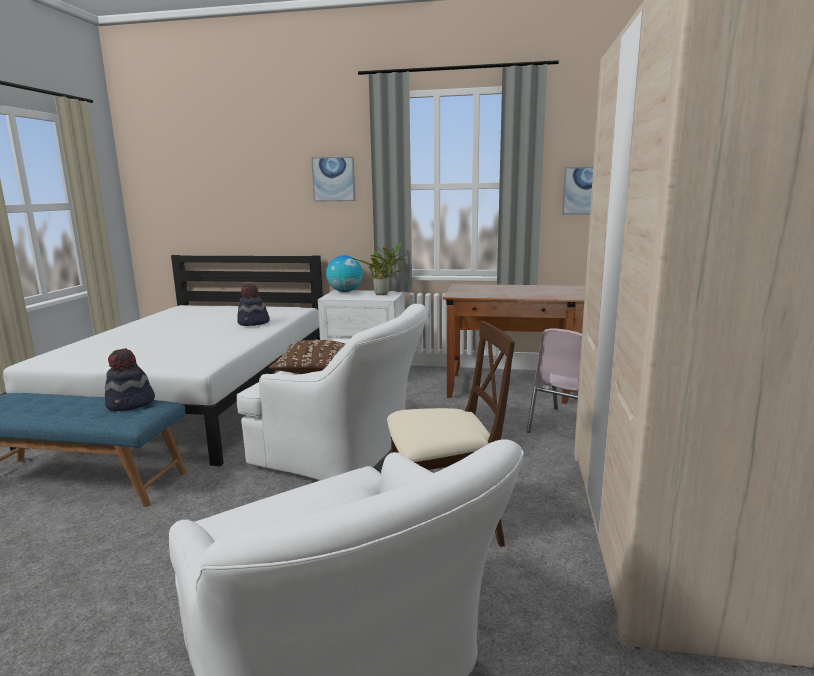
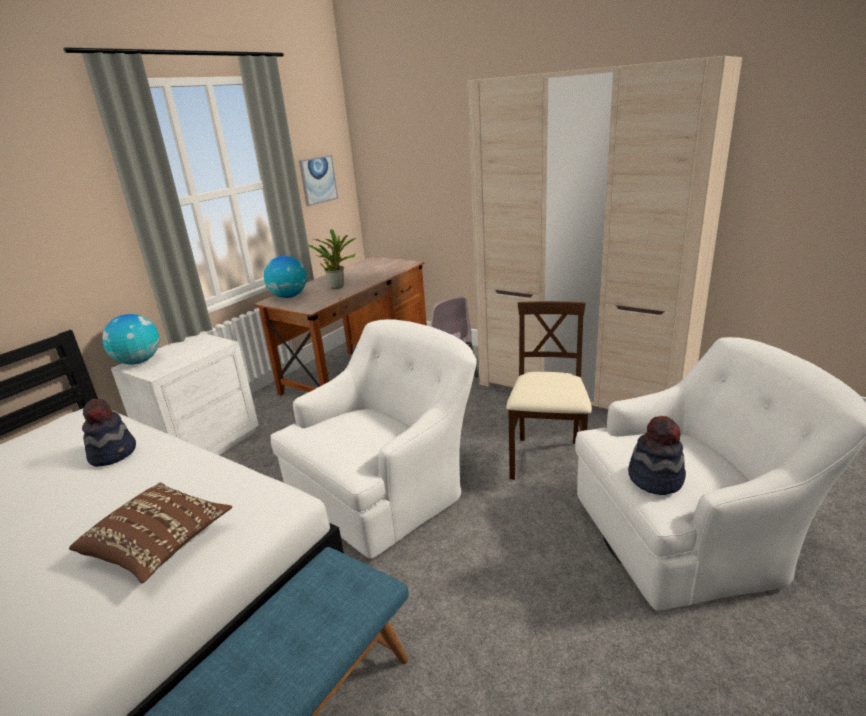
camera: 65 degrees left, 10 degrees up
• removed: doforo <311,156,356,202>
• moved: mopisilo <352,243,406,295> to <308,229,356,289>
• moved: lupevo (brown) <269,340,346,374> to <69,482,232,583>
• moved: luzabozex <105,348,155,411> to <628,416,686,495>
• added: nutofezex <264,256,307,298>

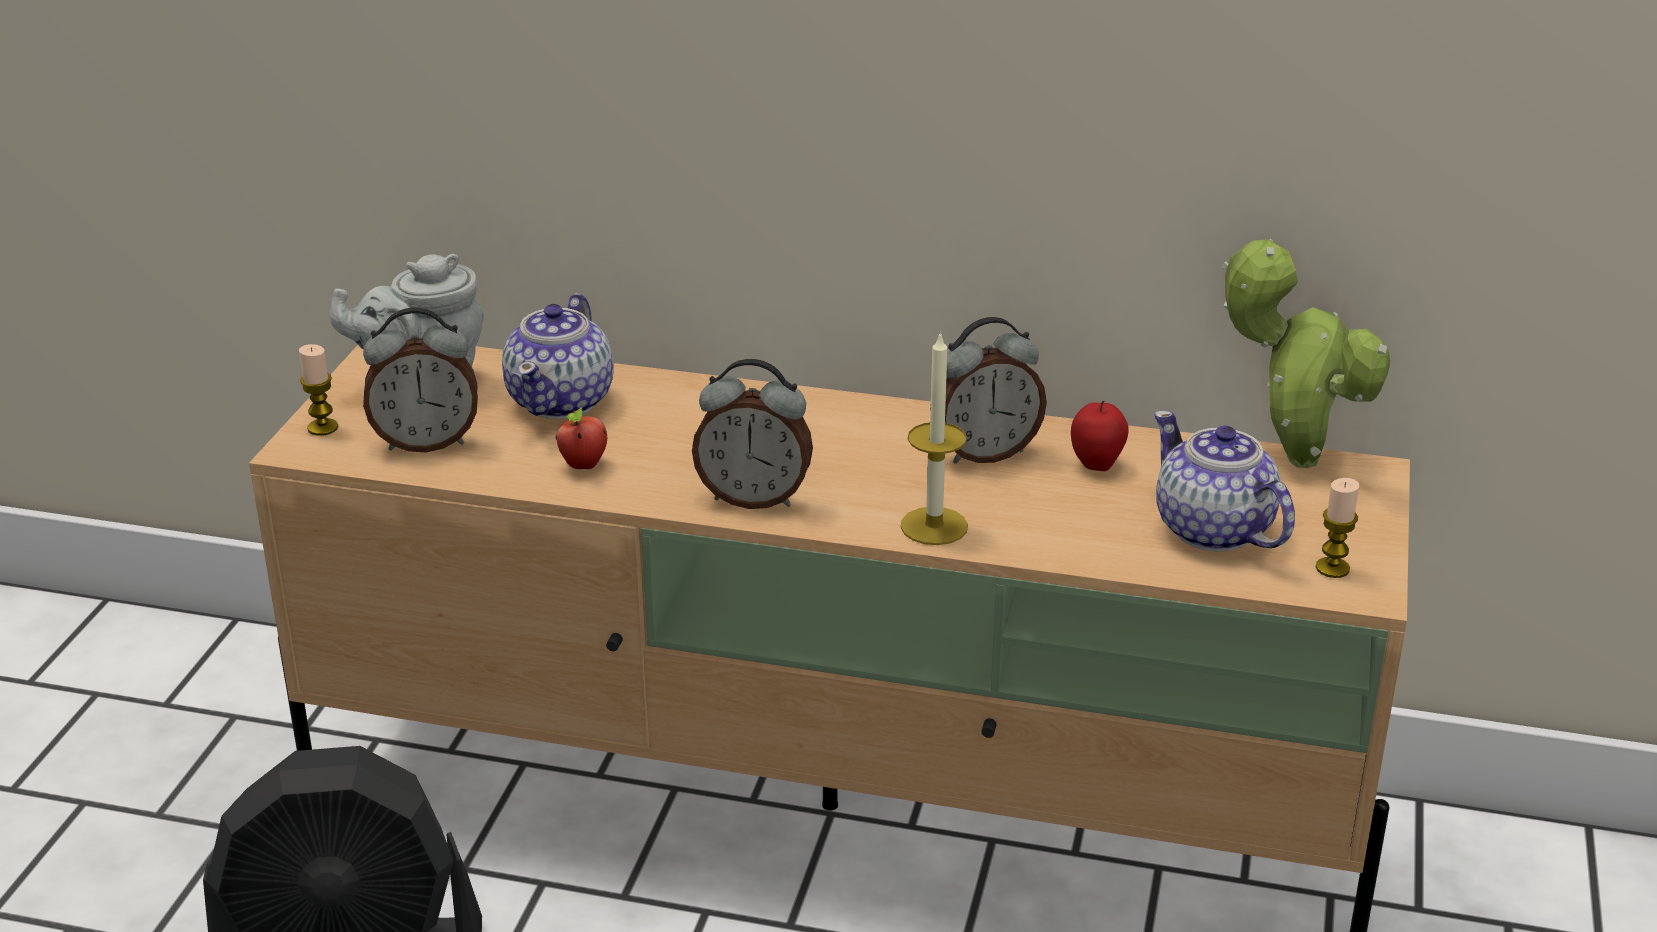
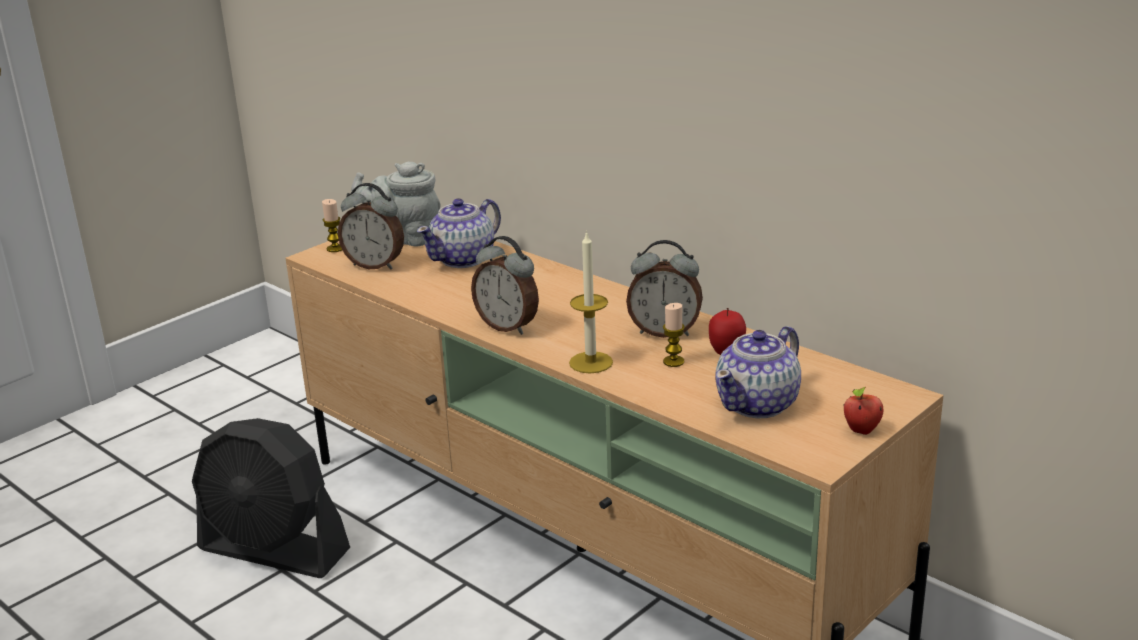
camera: 30 degrees right, 5 degrees down
• removed: mopisilo <1221,238,1390,468>
• moved: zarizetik <555,407,607,469> to <843,387,883,435>
• turned: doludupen <1154,411,1295,552> = <715,326,801,418> 135 degrees counterclockwise
• moved: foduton <1316,478,1360,578> to <663,303,685,367>

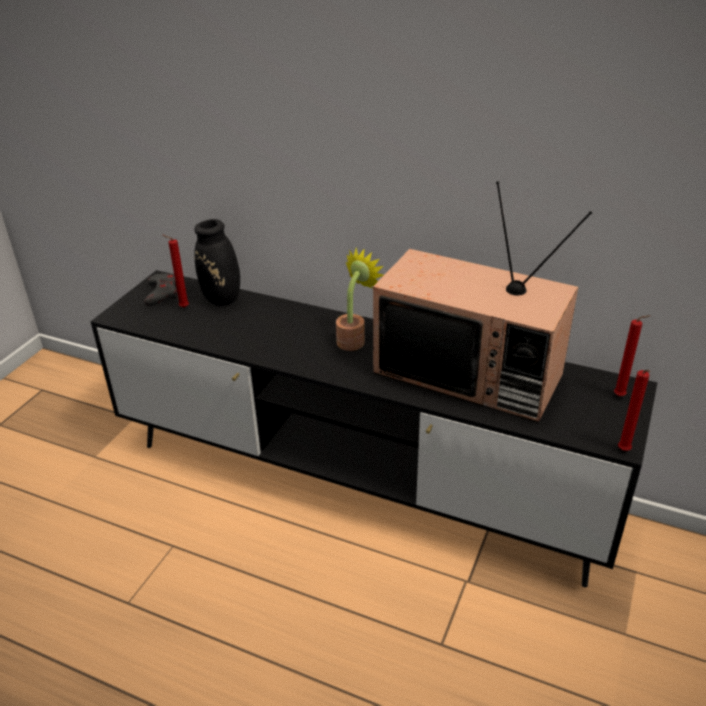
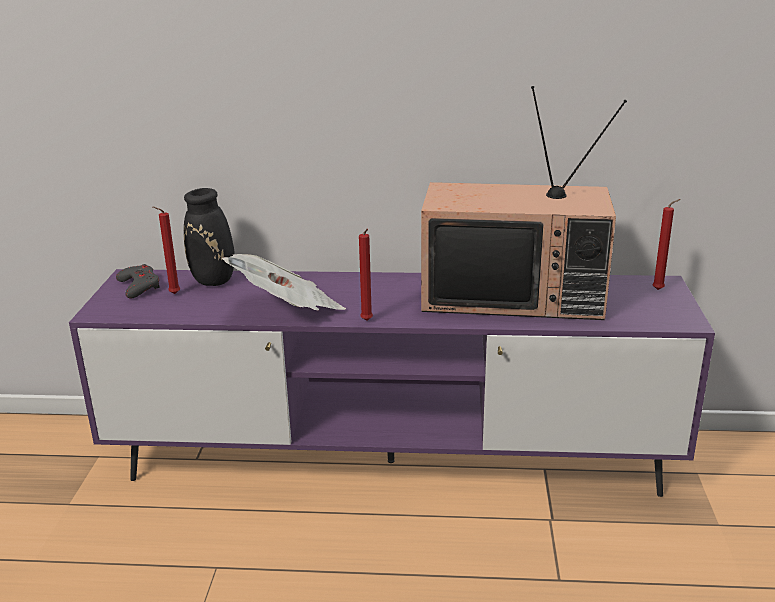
camera: 20 degrees left, 10 degrees down
• removed: mopisilo <336,247,384,351>
• recoloured: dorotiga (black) <90,270,658,588> to dorotiga (purple) <69,269,715,497>
• moved: foduton (red) <618,370,650,451> to <359,229,373,321>
• added: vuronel <222,254,346,311>

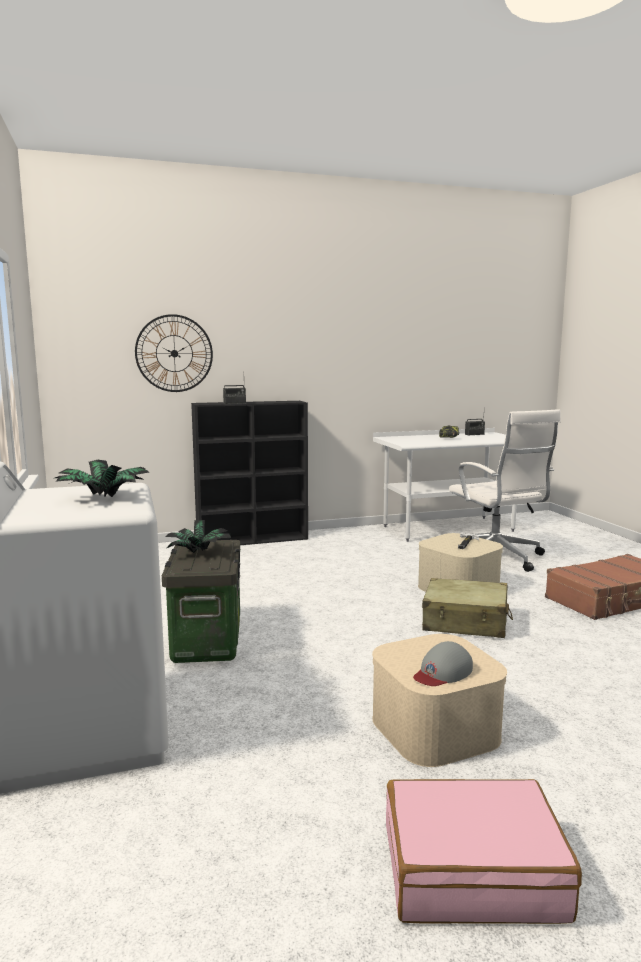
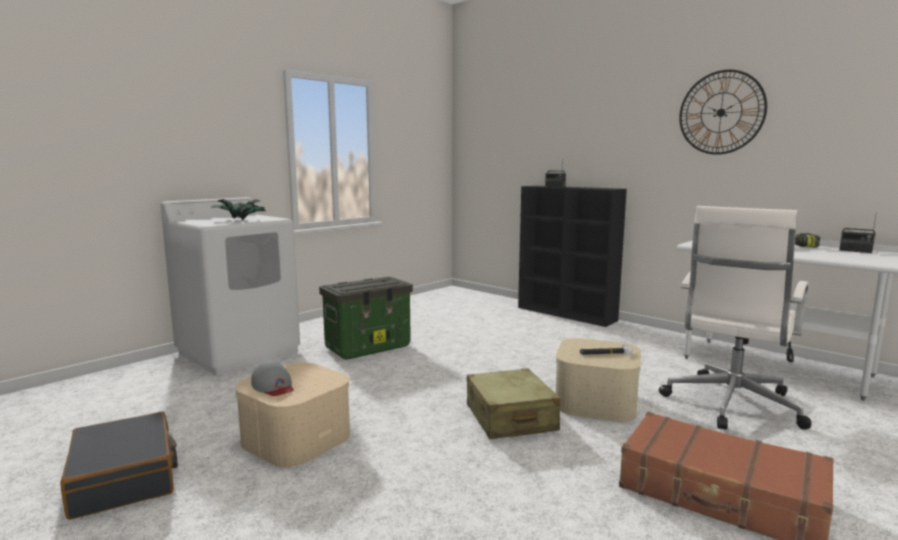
camera: 60 degrees right, 0 degrees up
• moved: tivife <135,314,213,392> to <679,70,767,155>
• removed: mopisilo <165,520,232,553>
• turned: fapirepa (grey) <413,641,473,686> = <251,361,293,396> 150 degrees counterclockwise
• recoloured: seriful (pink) <386,779,582,924> to seriful (black) <61,412,178,520>

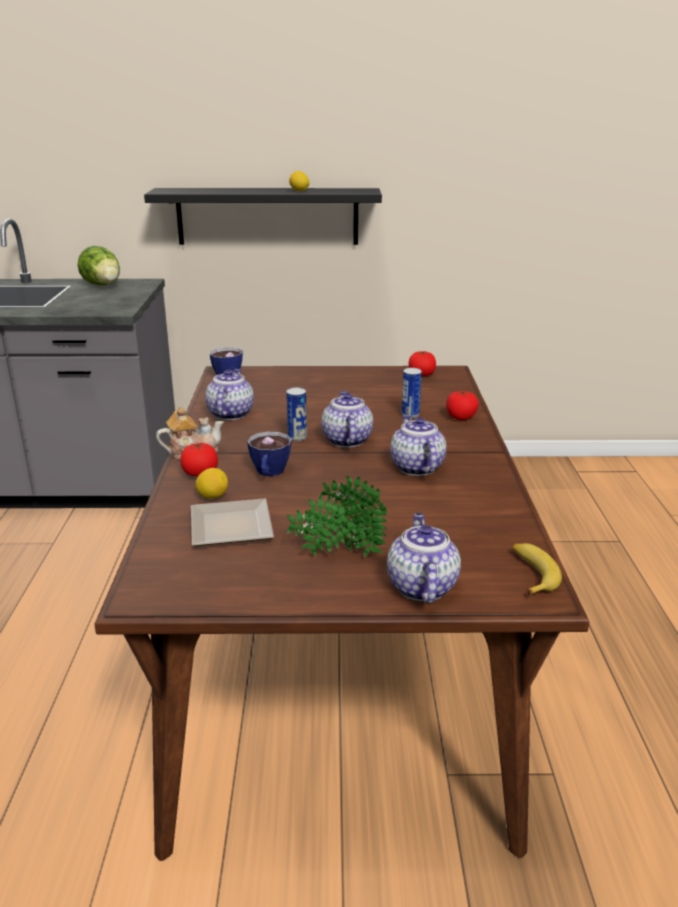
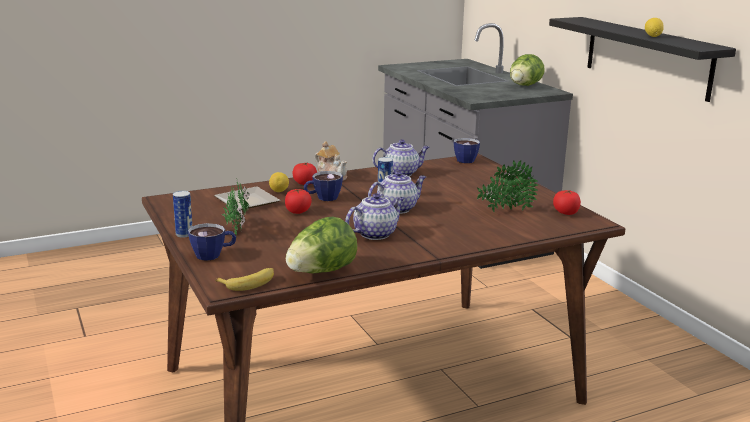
camera: 65 degrees right, 5 degrees down
• moved: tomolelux <402,368,422,418> to <173,191,192,238>
• moved: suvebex <446,391,479,420> to <285,188,312,214>
• replaced: doludupen <387,513,461,604> to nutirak <188,223,236,261>
• added: mopisilo <477,160,538,213>
• added: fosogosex <286,217,357,273>

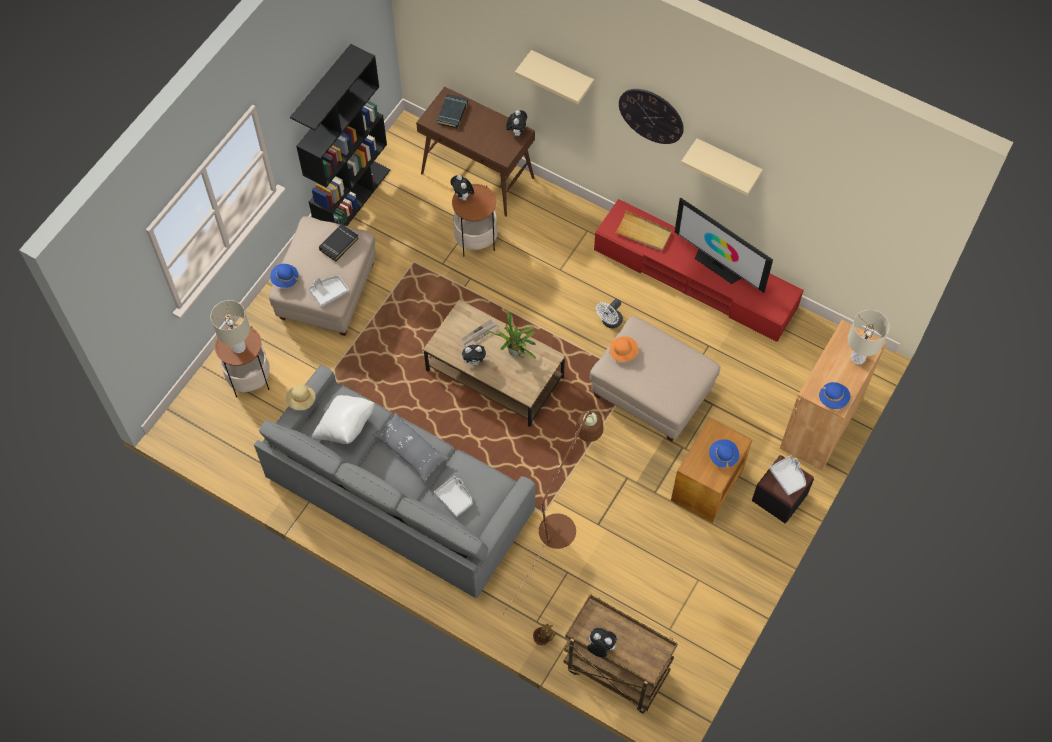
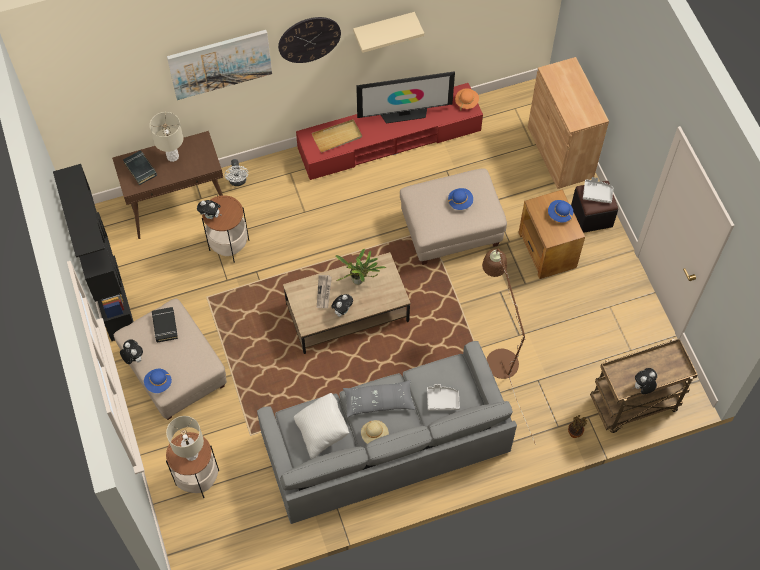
camera: 50 degrees left, 0 degrees up
• replaced: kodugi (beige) <515,50,594,105> to doforo <167,30,272,100>
• moved: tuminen <506,110,527,136> to <120,339,143,364>
• removed: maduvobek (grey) <309,276,349,307>
• moved: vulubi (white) <596,299,623,329> to <225,159,248,186>
• moved: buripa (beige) <848,310,890,364> to <150,112,183,162>
• moved: luzabozex (orange) <609,337,638,362> to <455,89,479,111>
• moved: luzabozex (blue) <819,382,850,409> to <448,188,473,210>
• moved: luzabozex (beige) <286,385,316,410> to <361,420,389,444>

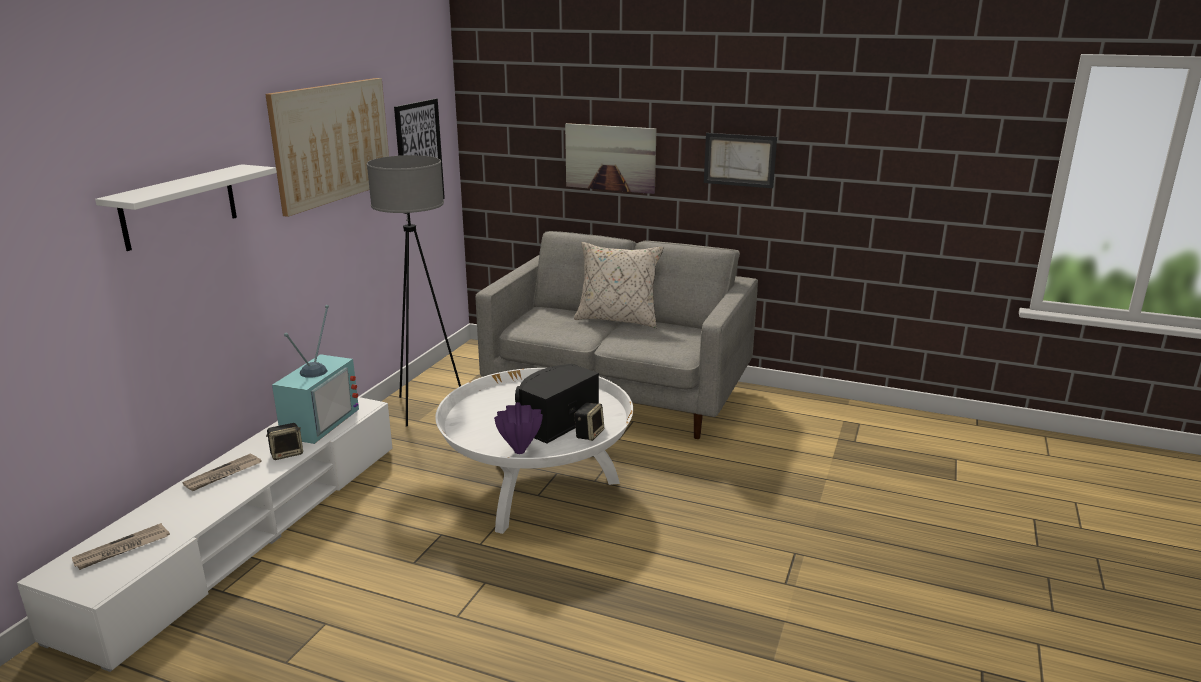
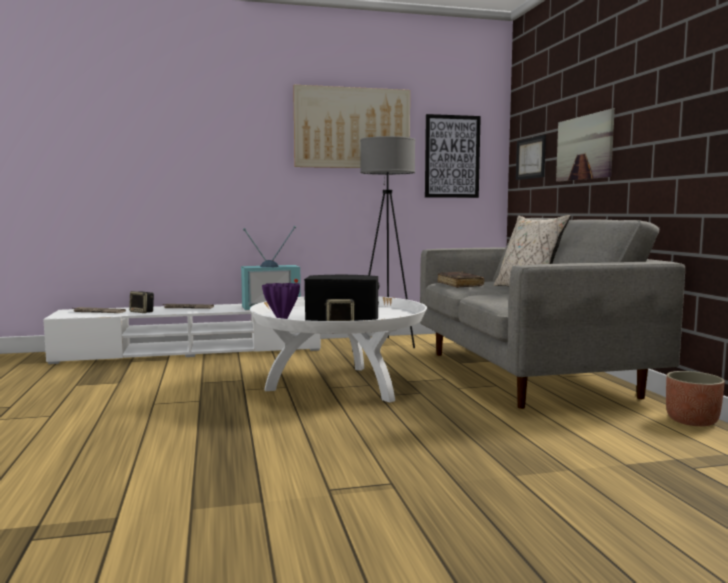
camera: 55 degrees right, 15 degrees down
• moved: doforo <704,133,777,188> to <516,135,546,180>
• removed: kodugi (white) <95,164,277,251>
• moved: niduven <266,423,303,460> to <129,291,154,313>
• added: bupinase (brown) <437,272,484,288>
• added: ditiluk <666,371,725,426>

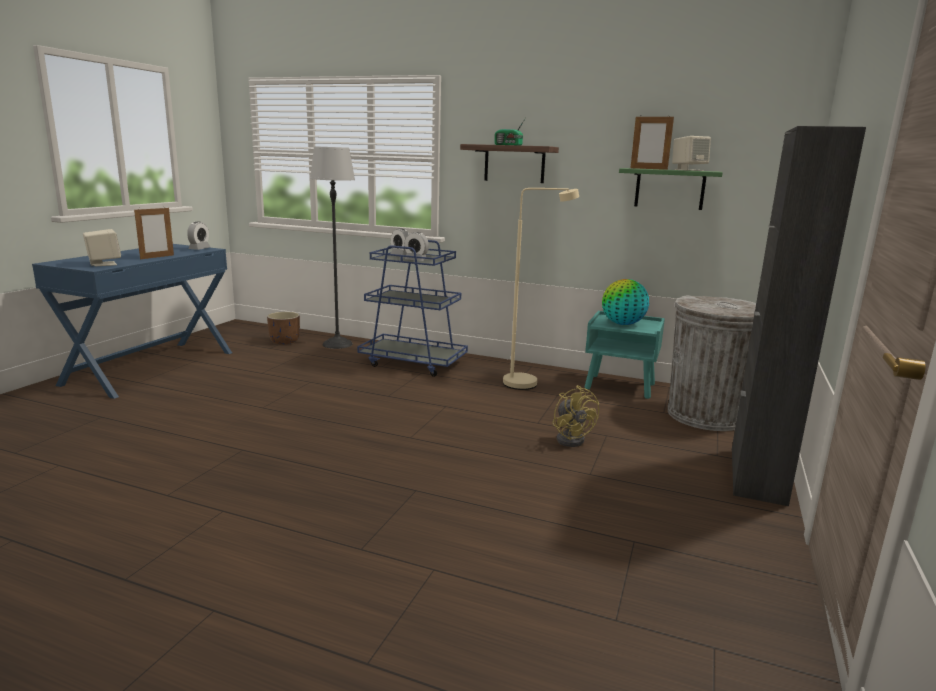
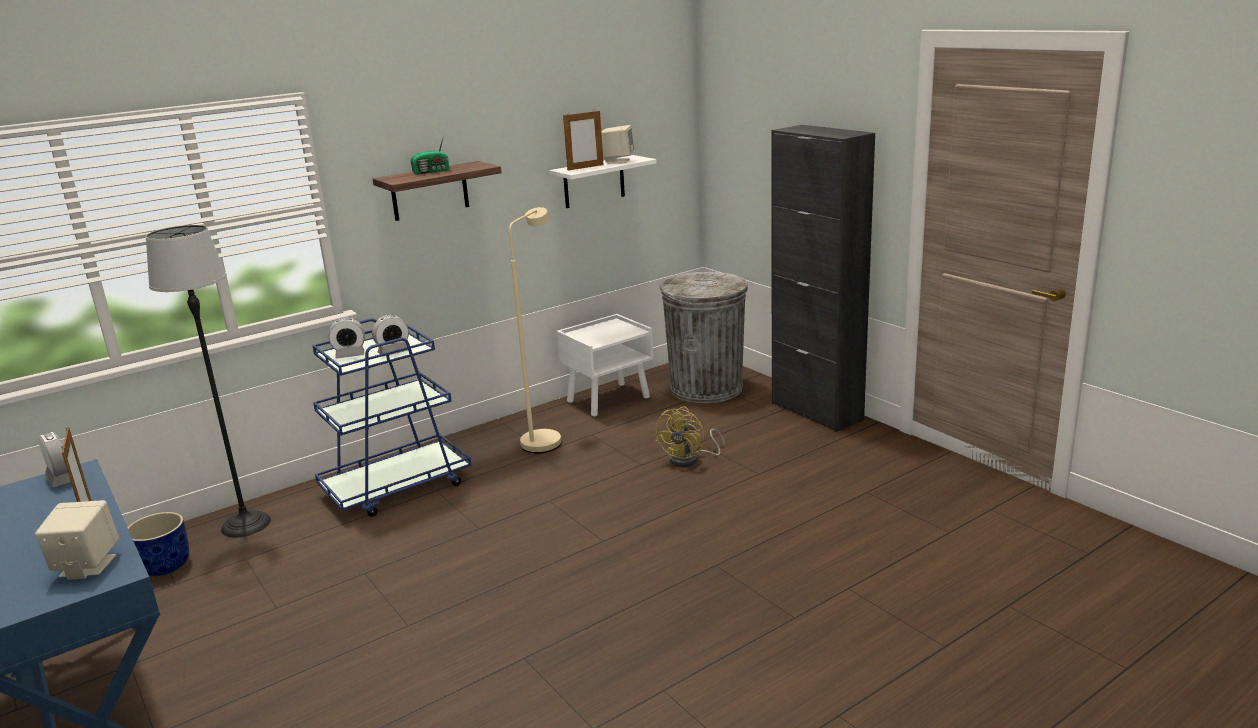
camera: 55 degrees left, 5 degrees up
• recoloured: kodugi (green) <619,168,723,210> to kodugi (white) <550,155,657,208>
• removed: nutofezex <602,279,649,325>
• recoloured: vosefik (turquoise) <585,311,665,399> to vosefik (white) <557,314,653,416>
• recoloured: ditiluk (brown) <267,312,300,344> to ditiluk (blue) <127,512,189,576>
• turned: vulubi (yellow) <552,385,599,447> = <655,407,725,467> 105 degrees clockwise

